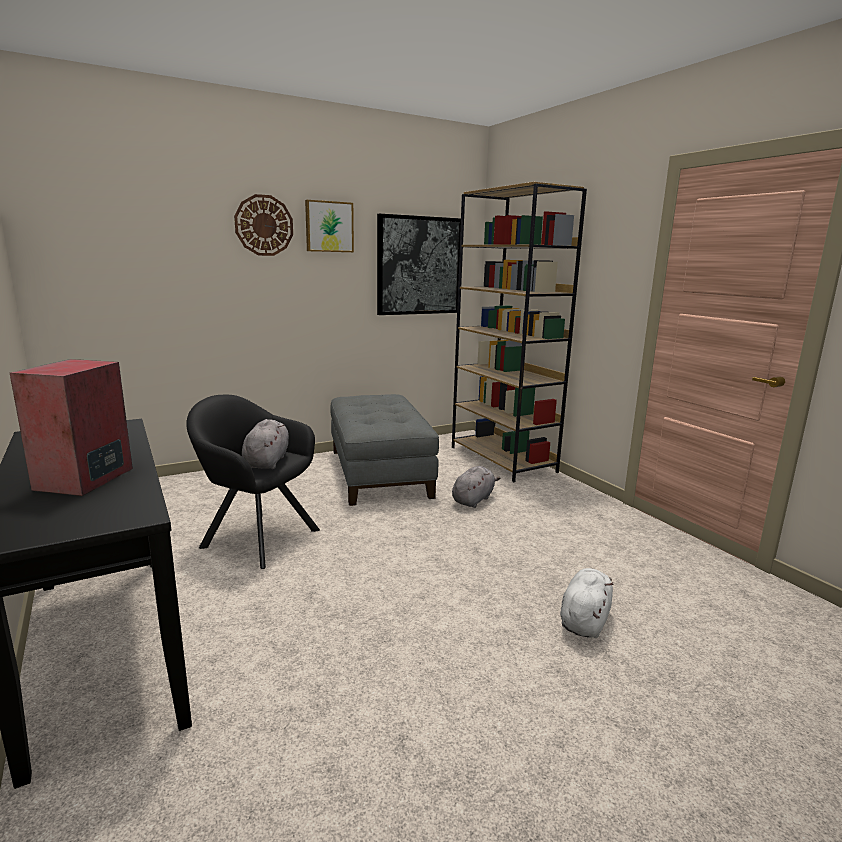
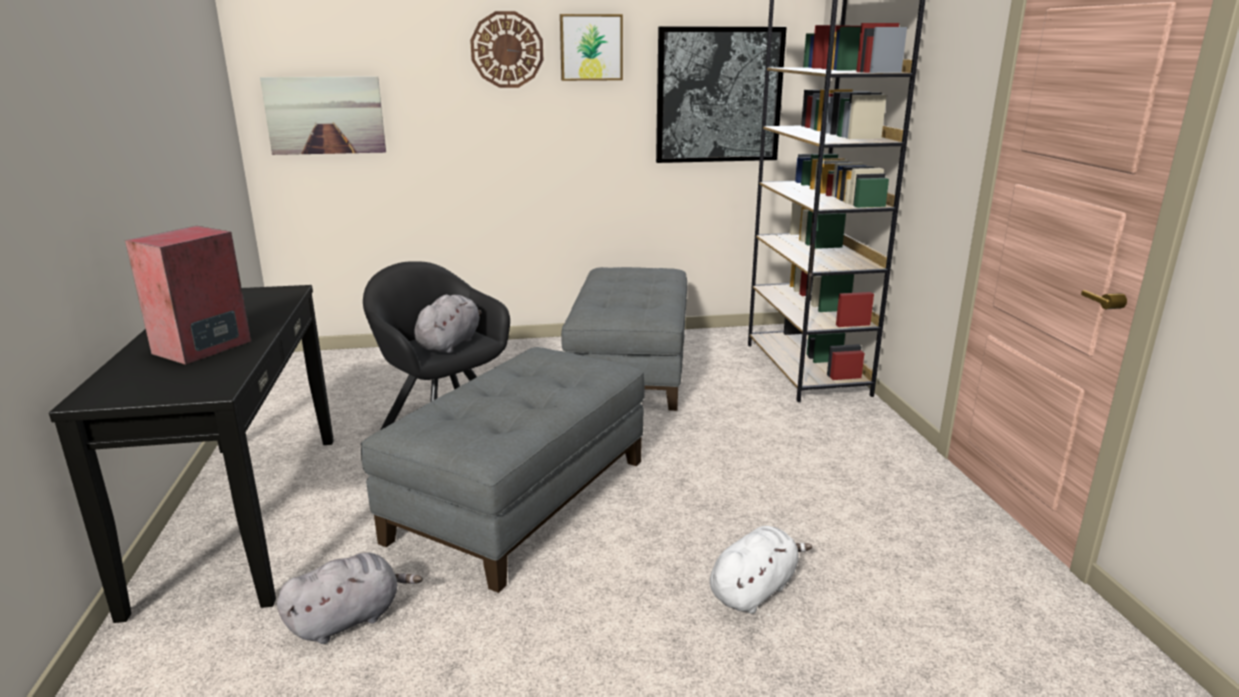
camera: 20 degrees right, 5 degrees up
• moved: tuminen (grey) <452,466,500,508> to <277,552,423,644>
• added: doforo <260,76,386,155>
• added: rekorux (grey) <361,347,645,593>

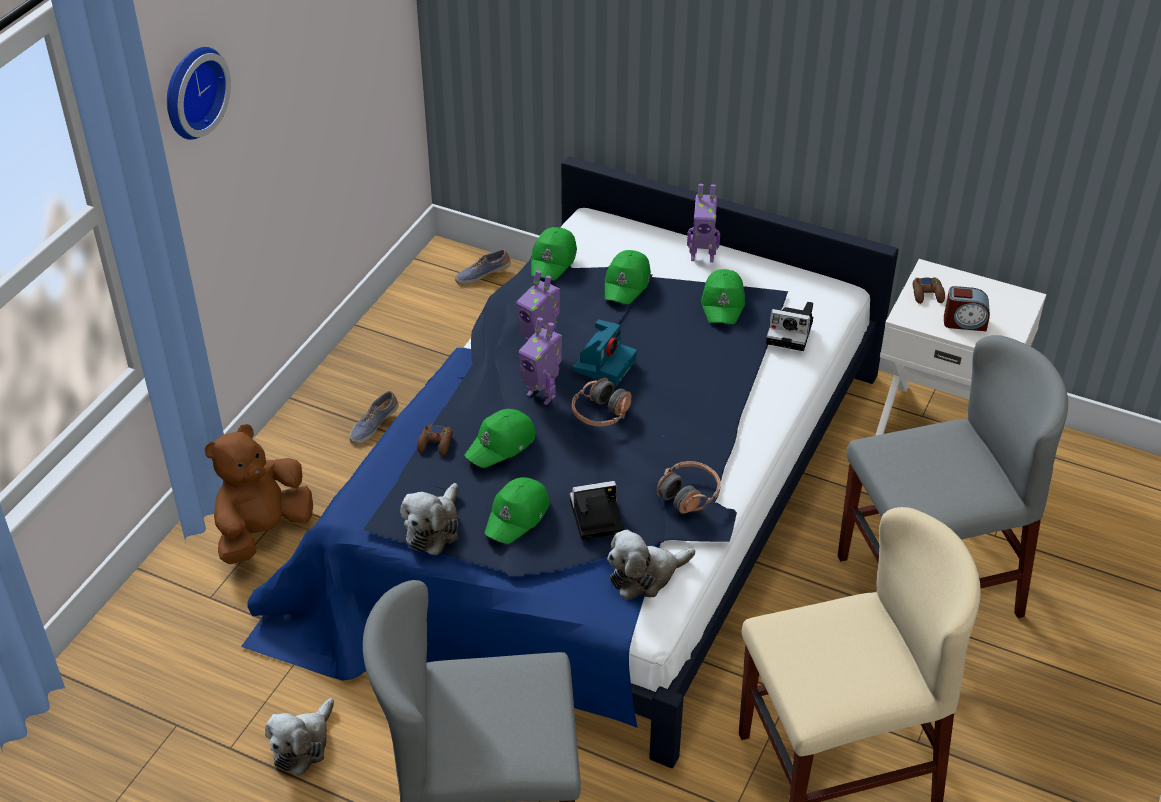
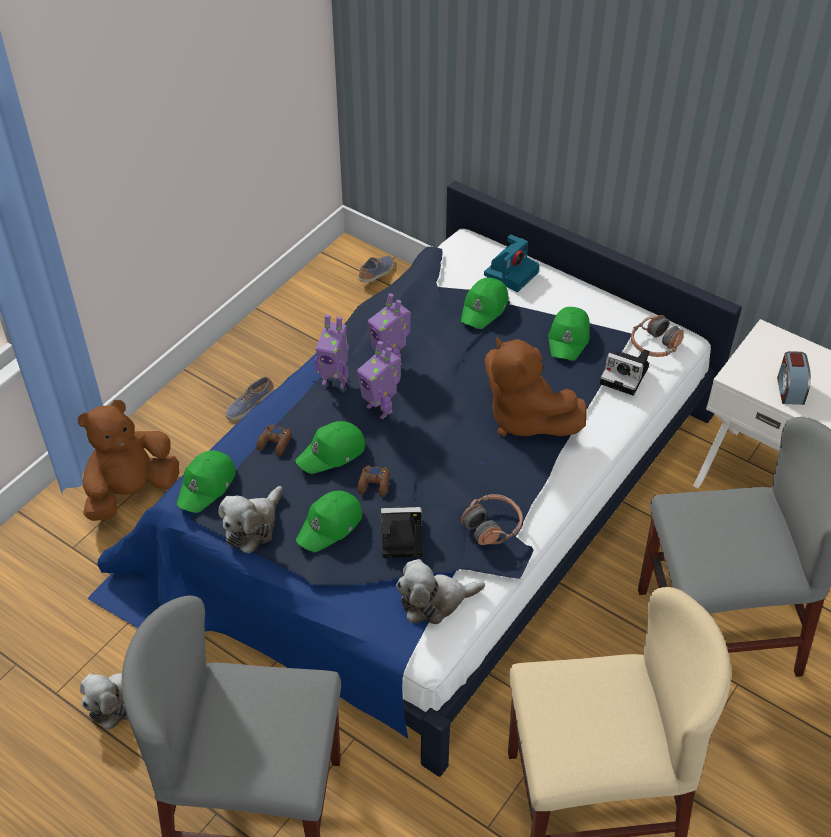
camera: 10 degrees right, 5 degrees up
• removed: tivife <167,47,231,140>
• moved: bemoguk <687,184,720,262> to <315,314,349,389>
• moved: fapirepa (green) <531,227,577,280> to <177,450,236,513>
• turned: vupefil <455,249,511,285> = <358,256,394,283> 135 degrees clockwise
• moved: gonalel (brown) <913,277,945,304> to <357,465,390,497>
• turned: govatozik <944,286,990,331> = <777,351,811,405> 75 degrees clockwise
• moved: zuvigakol <573,319,637,386> to <484,234,539,292>
• moved: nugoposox <572,378,631,427> to <631,315,684,357>
• added: tuminen (brown) <485,337,587,436>

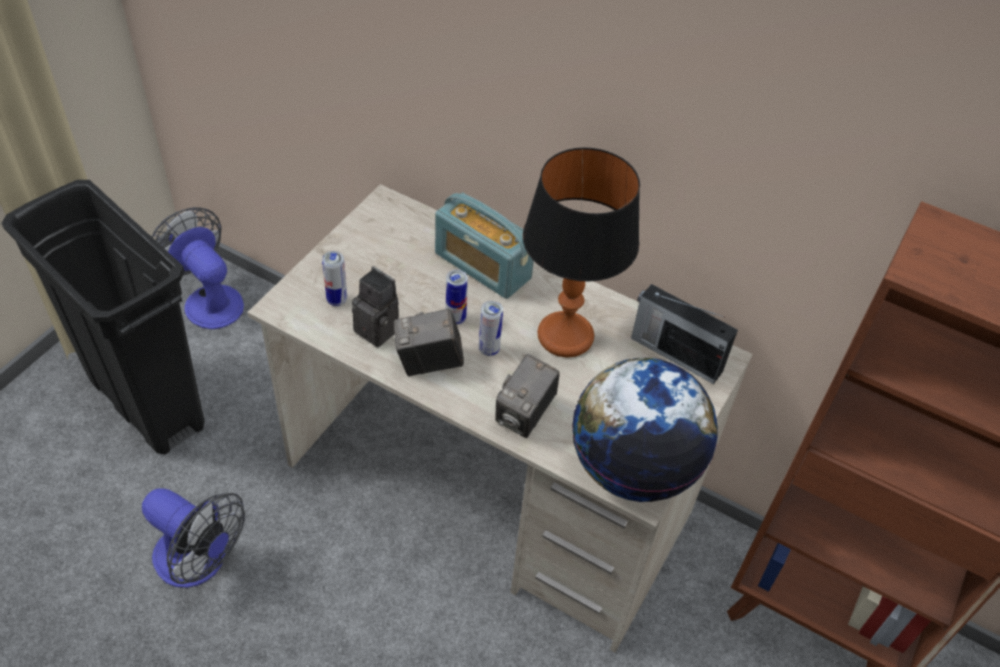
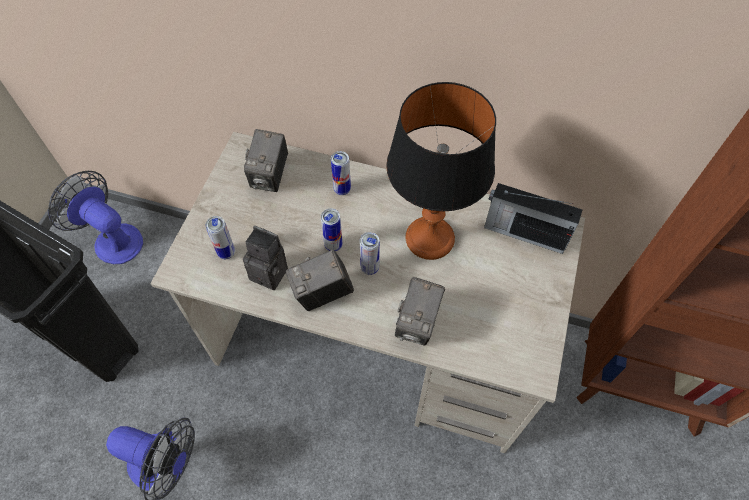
camera: 10 degrees left, 10 degrees up
• replaced: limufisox <435,193,534,299> to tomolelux <331,151,351,195>
• removed: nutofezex <572,358,718,502>
• added: zuvigakol <244,129,288,192>

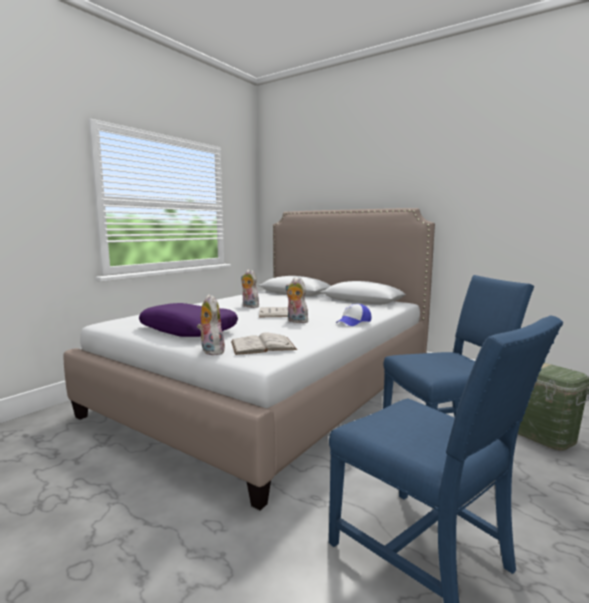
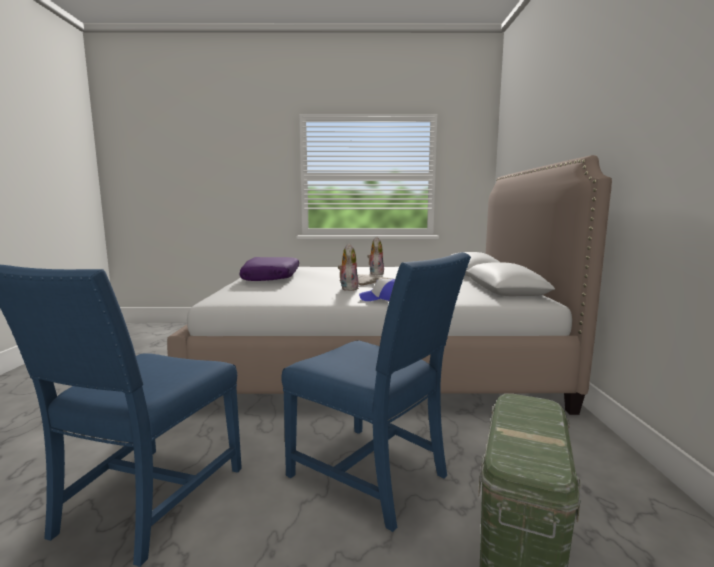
camera: 55 degrees right, 0 degrees up
• removed: tuminen <197,294,225,355>
• removed: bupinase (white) <231,332,297,355>

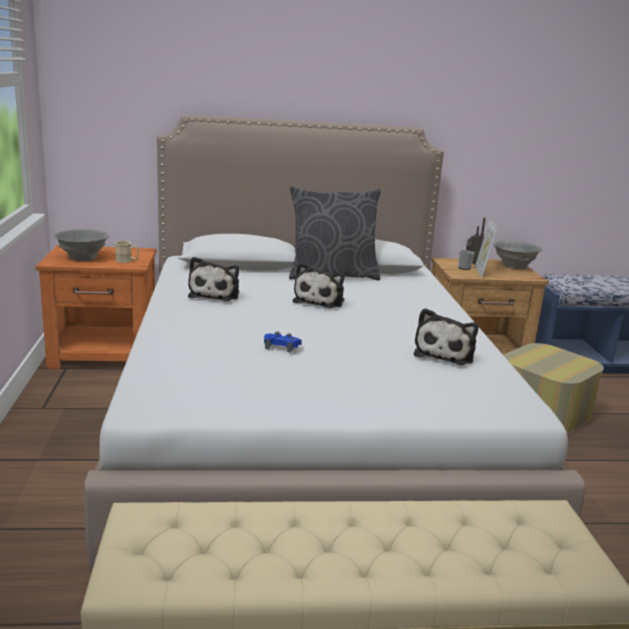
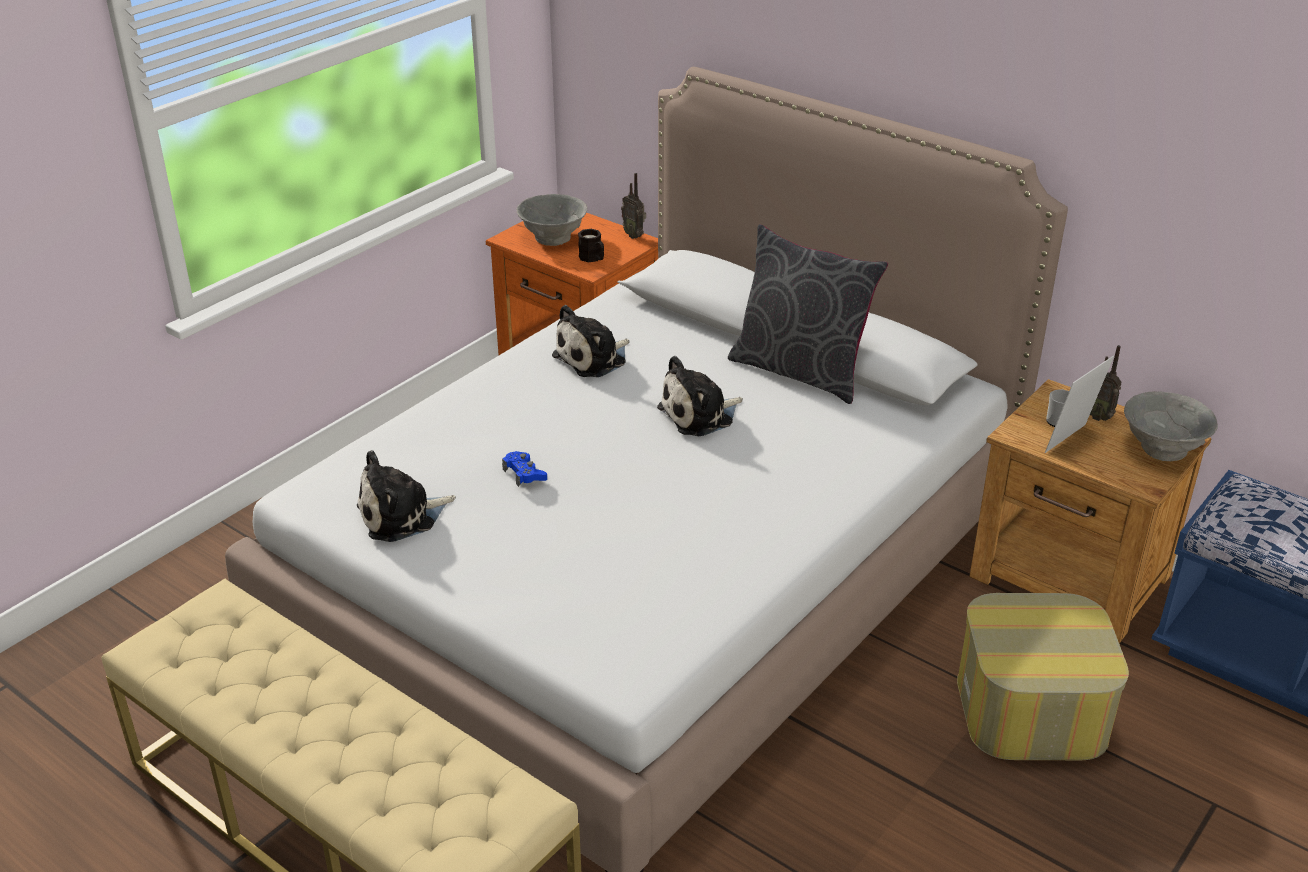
camera: 45 degrees right, 15 degrees up
• recoloured: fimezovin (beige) <115,241,139,263> to fimezovin (black) <578,229,604,262>
• moved: tuminen <414,308,478,365> to <357,450,456,542>
• added: limufisox <621,173,646,239>

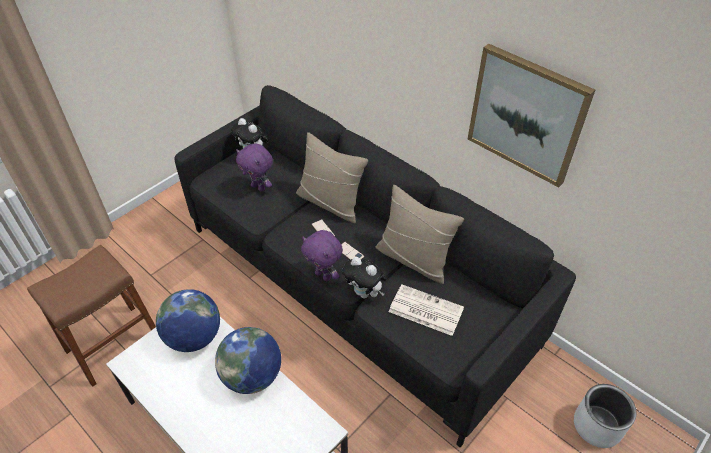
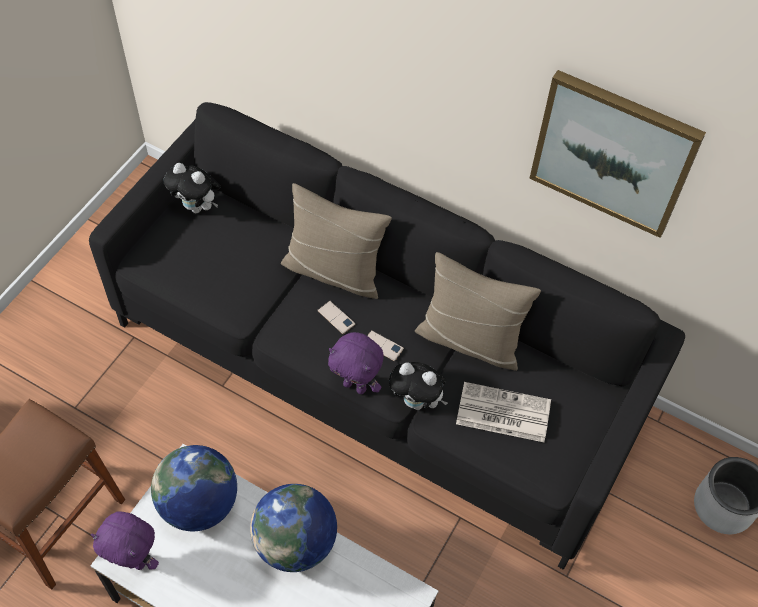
camera: 15 degrees left, 10 degrees up
• moved: tuminen (purple) <236,144,273,192> to <91,511,159,570>

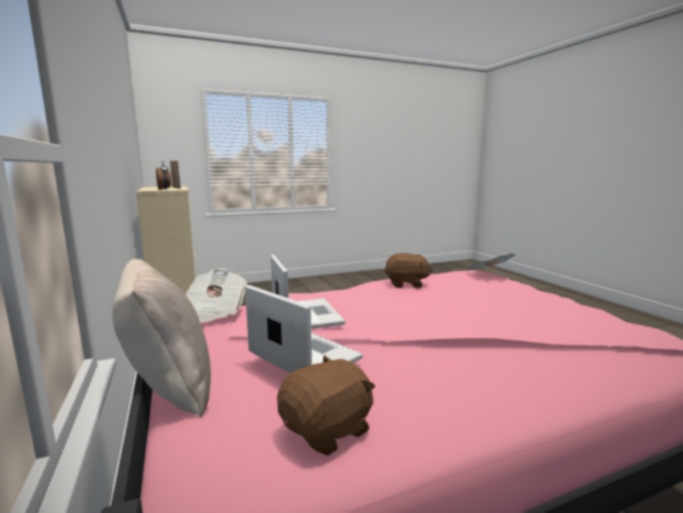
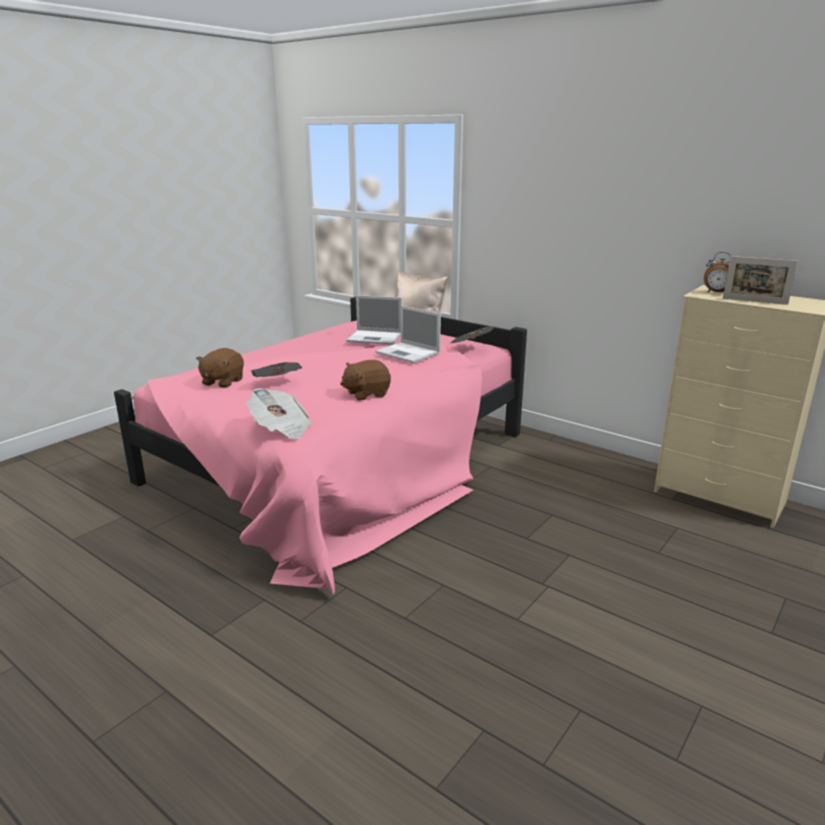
camera: 150 degrees right, 10 degrees up
• moved: tuminen (brown) <277,355,375,456> to <196,348,244,388>
• added: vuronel <251,362,302,377>

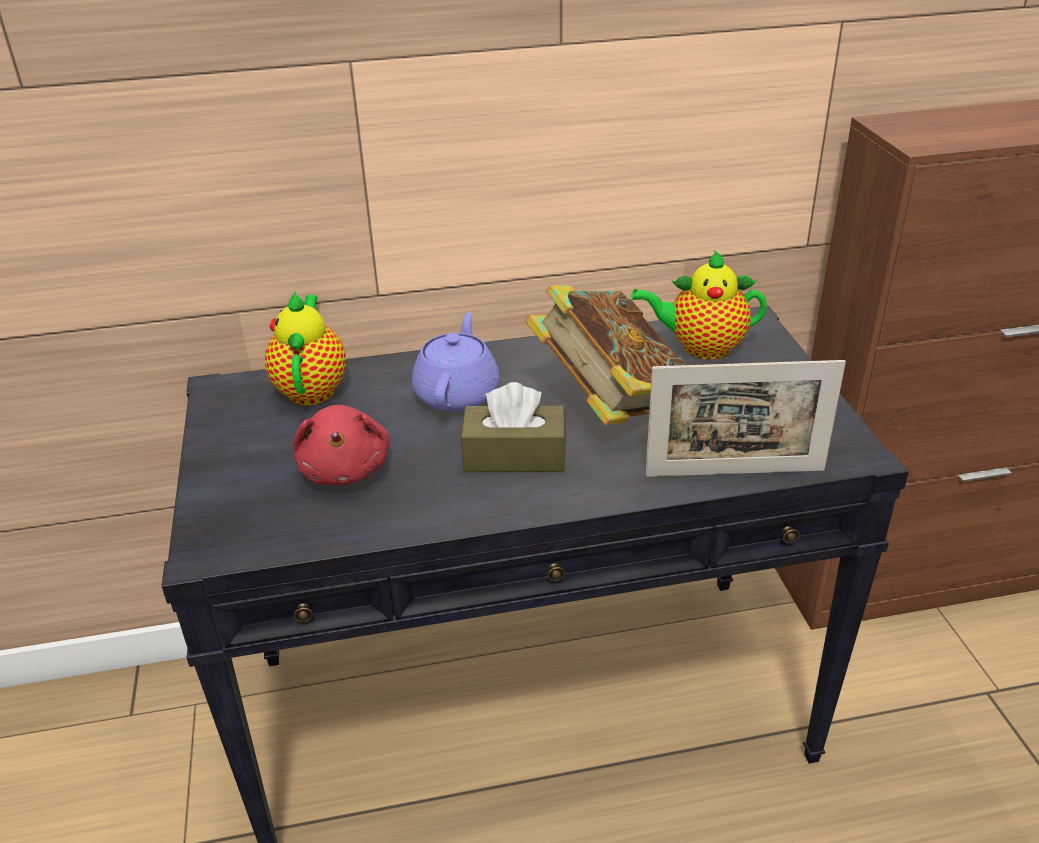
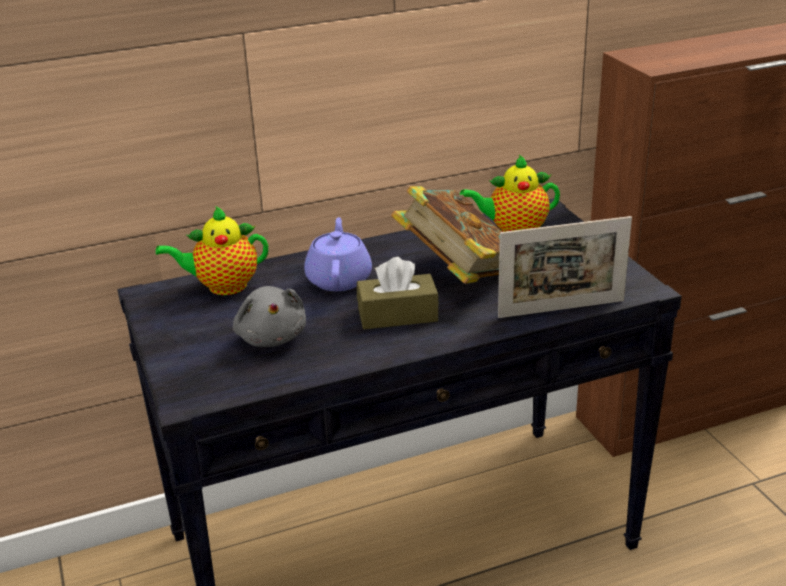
camera: 10 degrees left, 5 degrees down
• turned: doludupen <265,291,346,406> = <156,206,268,295> 90 degrees counterclockwise
• recoloured: tuminen (red) <294,405,390,485> to tuminen (grey) <233,286,306,347>

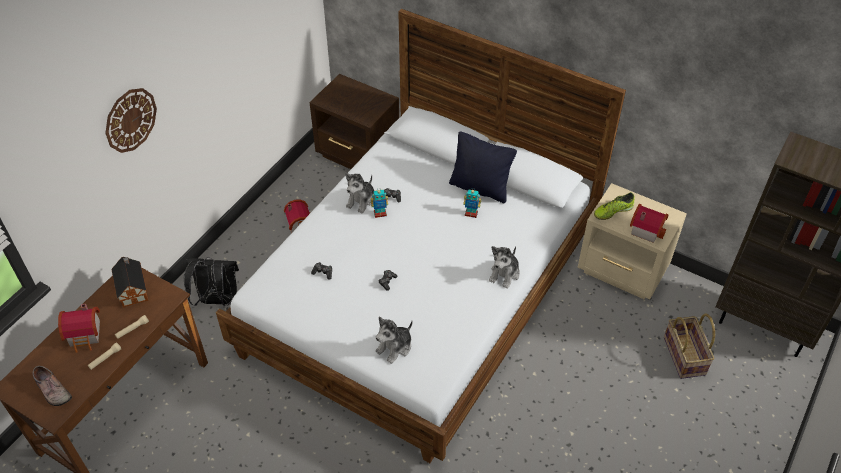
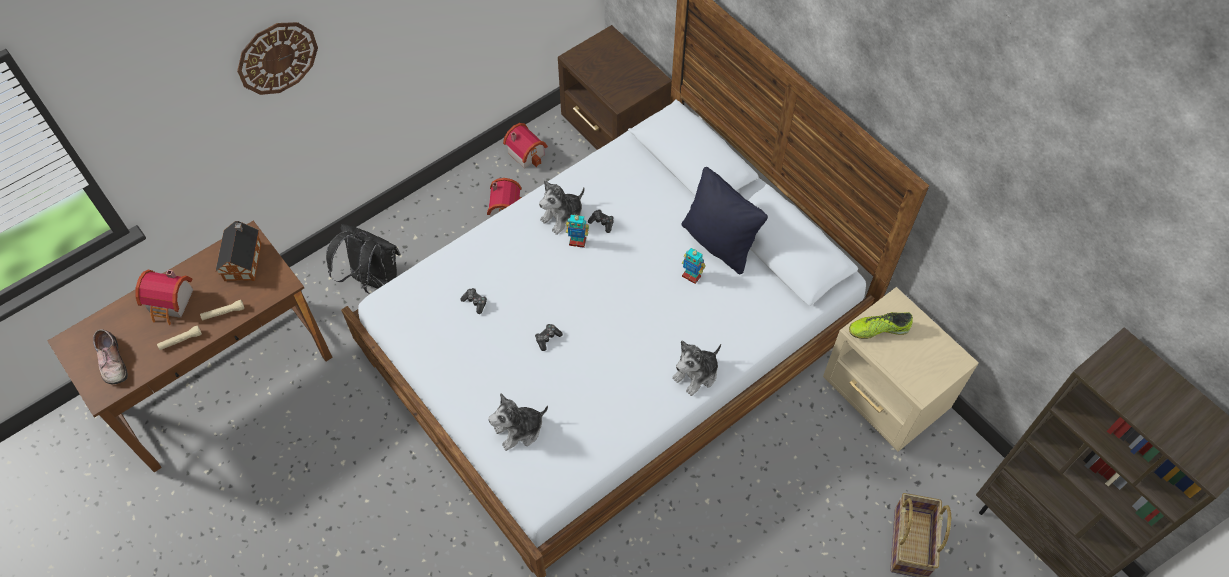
camera: 20 degrees right, 10 degrees up
• moved: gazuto <630,204,669,243> to <503,123,548,169>

